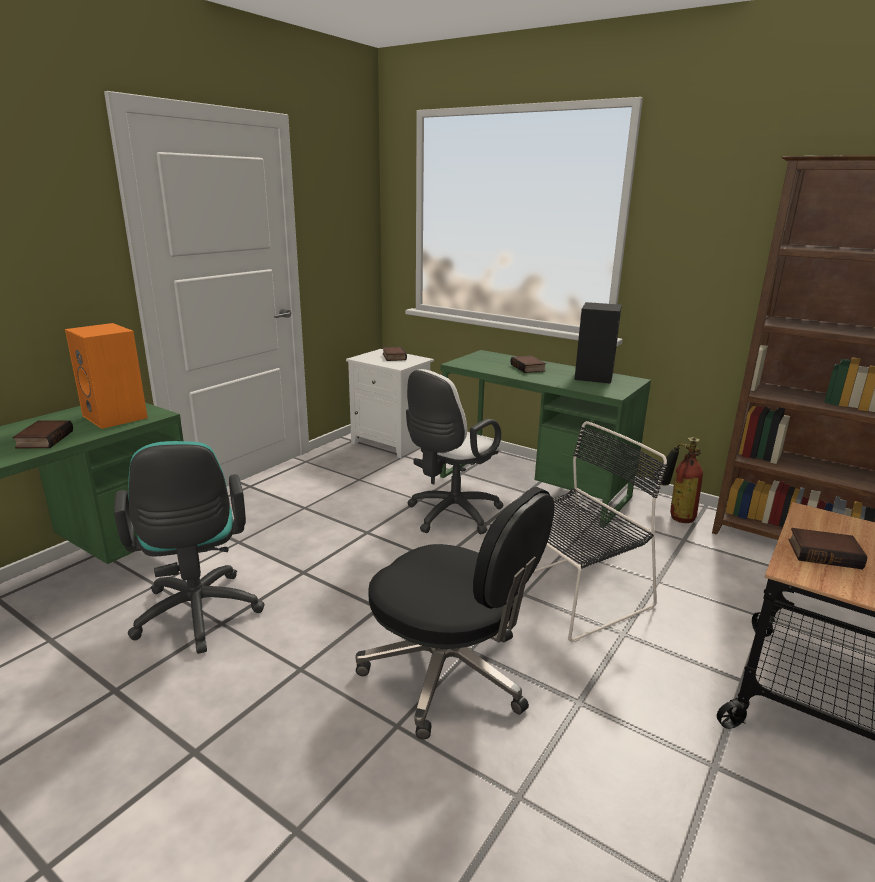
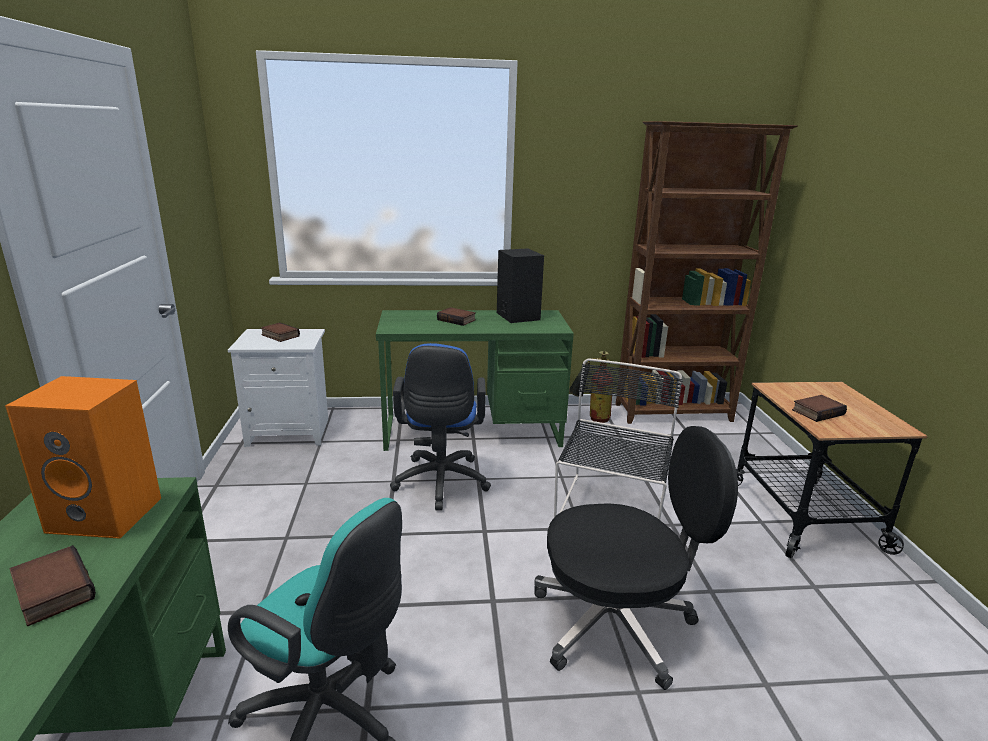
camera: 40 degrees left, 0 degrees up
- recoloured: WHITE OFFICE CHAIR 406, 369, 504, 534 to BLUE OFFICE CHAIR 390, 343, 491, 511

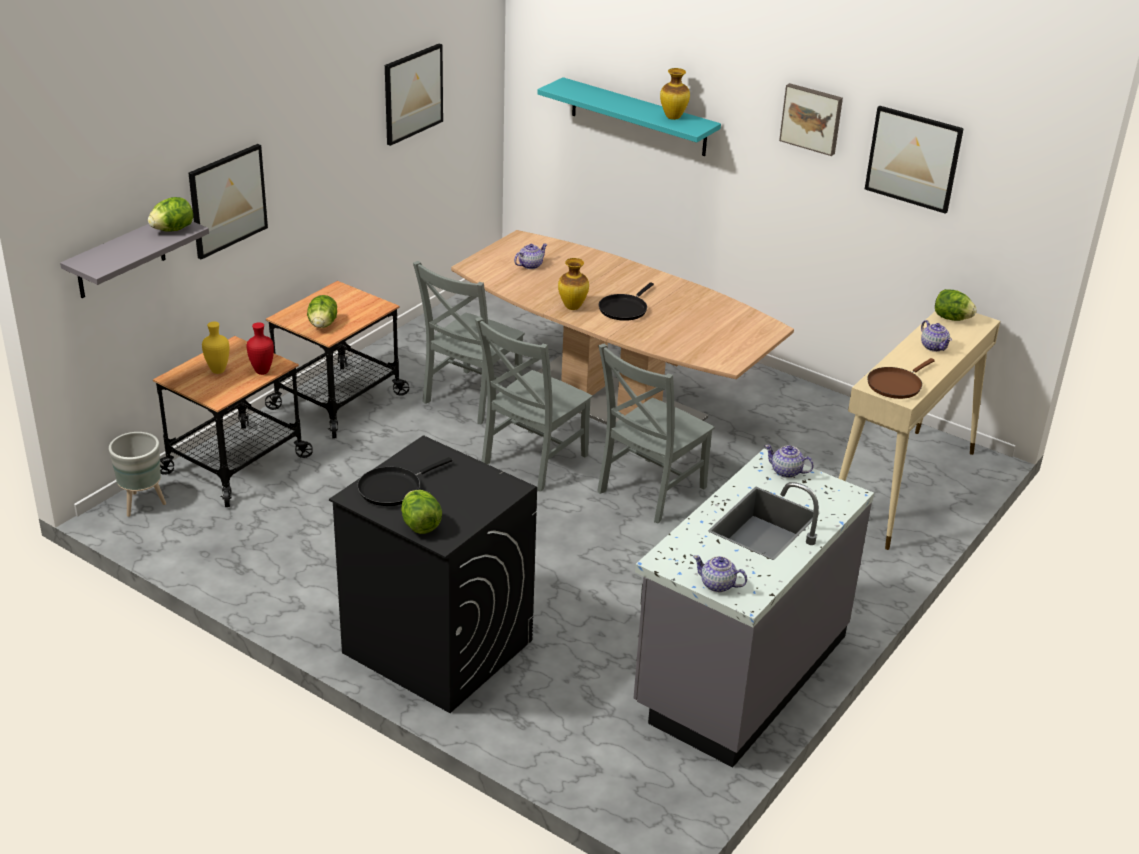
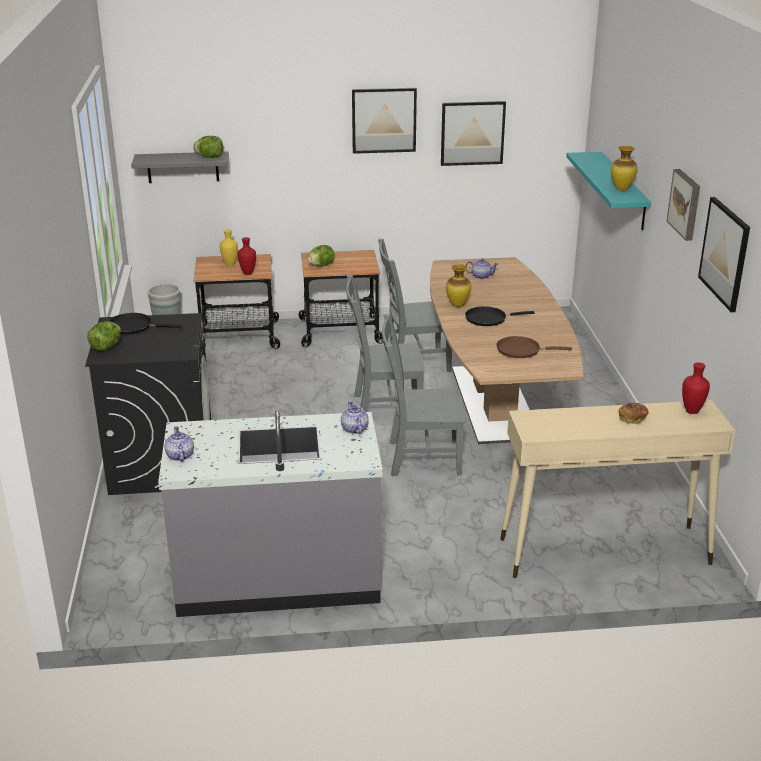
camera: 50 degrees right, 5 degrees down
- moved: PICTURE 188, 144, 268, 259 to 352, 88, 417, 154
- moved: BROWN FRYING PAN 867, 358, 935, 399 to 496, 336, 572, 358
- replaced: TEAPOT 921, 320, 952, 352 to BREAD 618, 403, 648, 424
- replaced: LETTUCE 935, 289, 977, 321 to RED VASE 682, 362, 710, 414

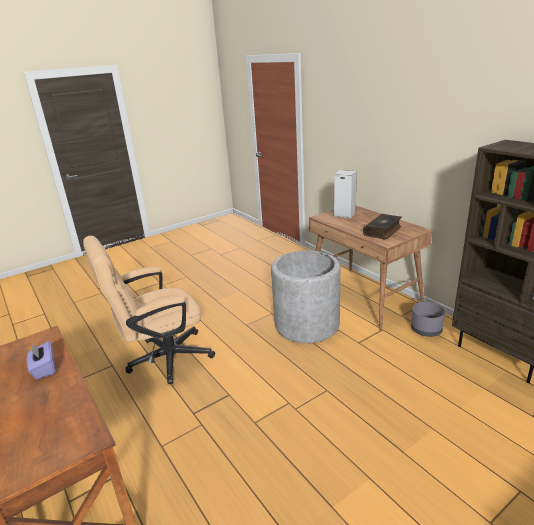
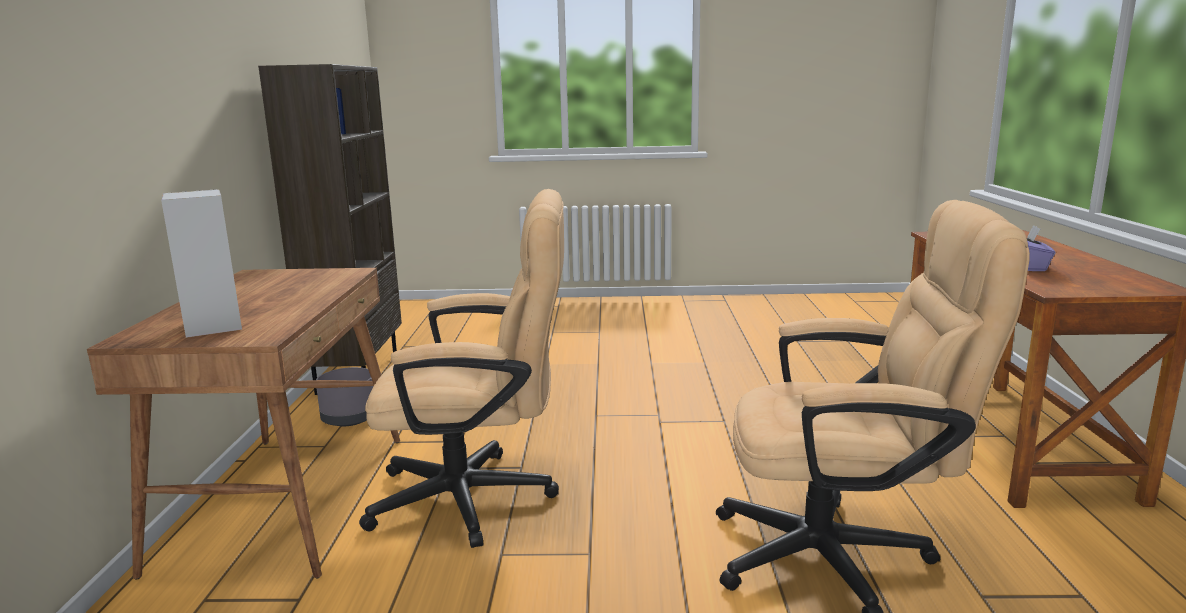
camera: 145 degrees left, 10 degrees down
- removed: BOOK 363, 214, 402, 240
- replaced: GREY PLANTER 271, 250, 341, 343 to BEIGE OFFICE CHAIR 359, 189, 564, 548

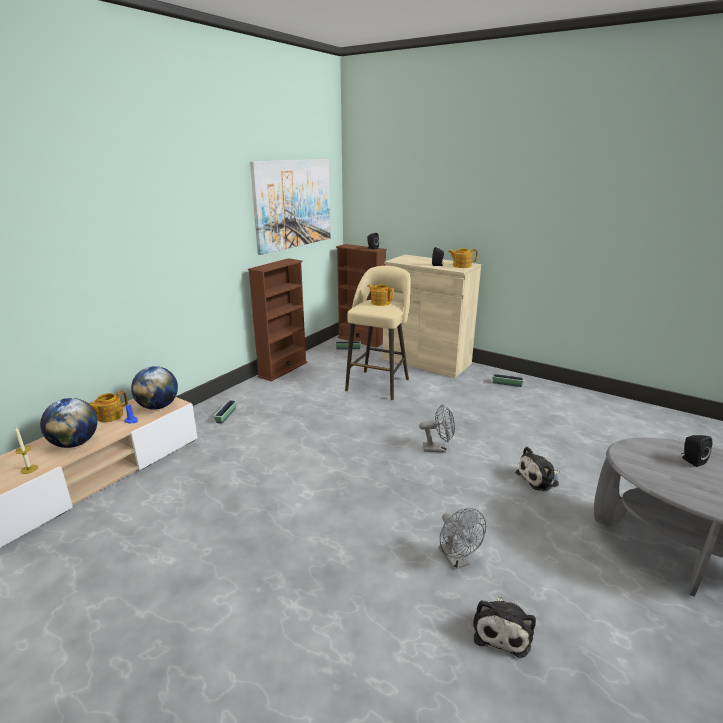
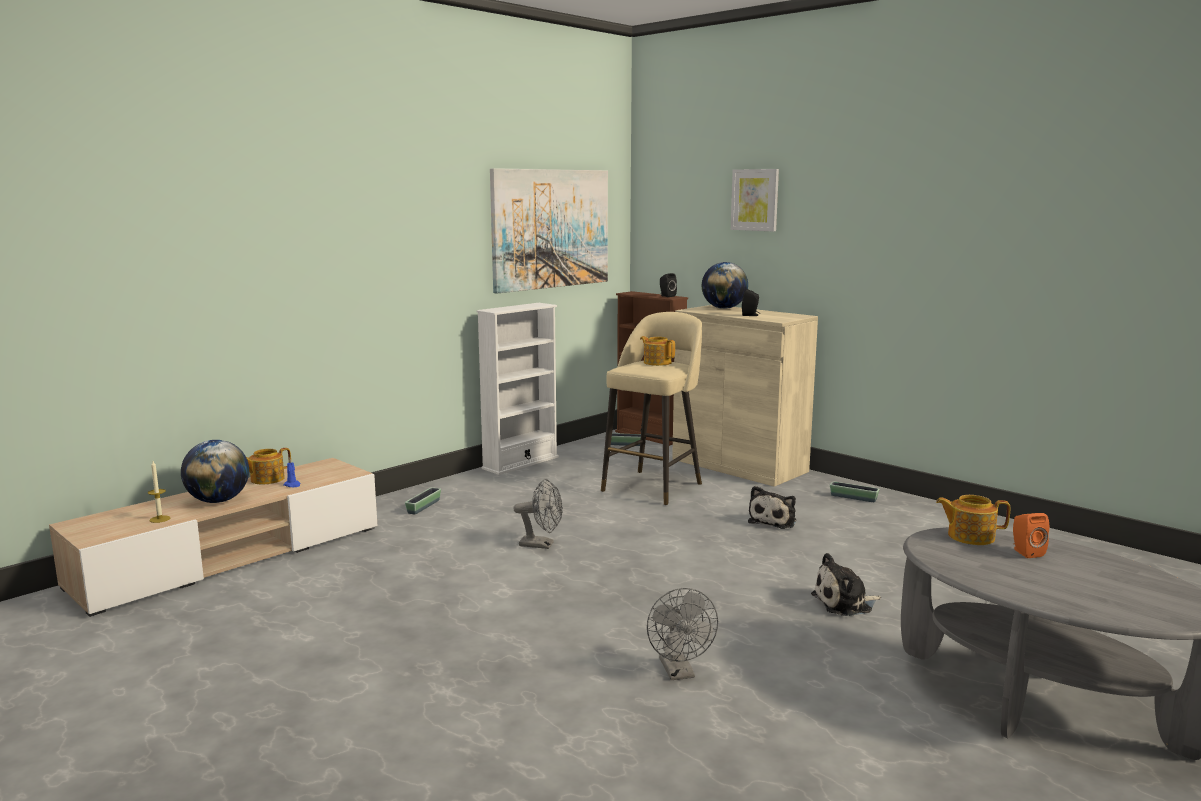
camera: 10 degrees right, 10 degrees down
- added: PICTURE 731, 169, 779, 232
- moved: GLOBE 131, 366, 178, 410 to 702, 262, 748, 309
- moved: GREY FAN 419, 404, 455, 452 to 513, 479, 563, 549
- moved: TEAPOT 448, 248, 477, 268 to 936, 495, 1010, 545
- moved: PLUSH TOY 473, 596, 536, 658 to 748, 486, 796, 529
- recoloured: BROWN BOOKCASE 248, 258, 307, 381 to WHITE BOOKCASE 476, 303, 559, 475
- recoloured: BLACK SPEAKER 681, 435, 712, 467 to ORANGE SPEAKER 1013, 513, 1049, 558

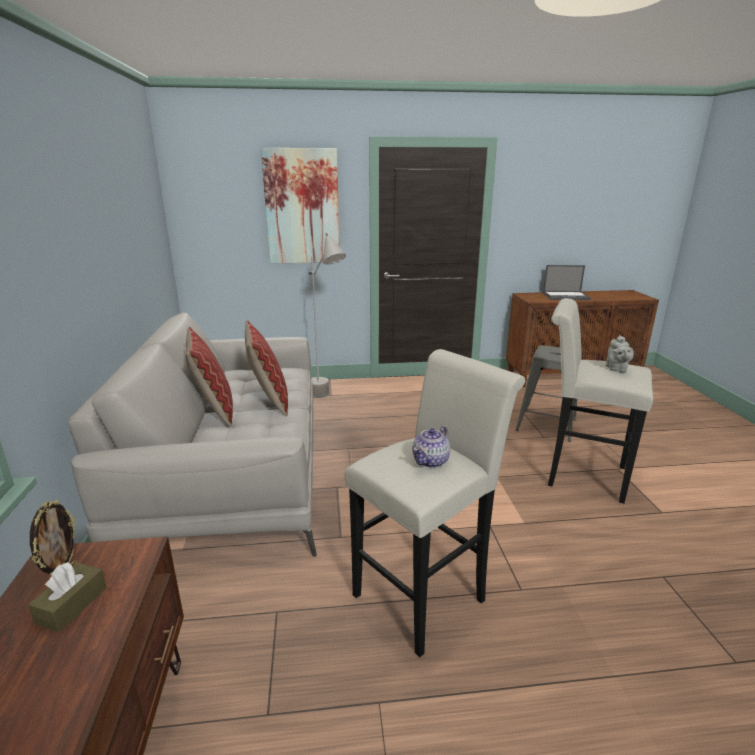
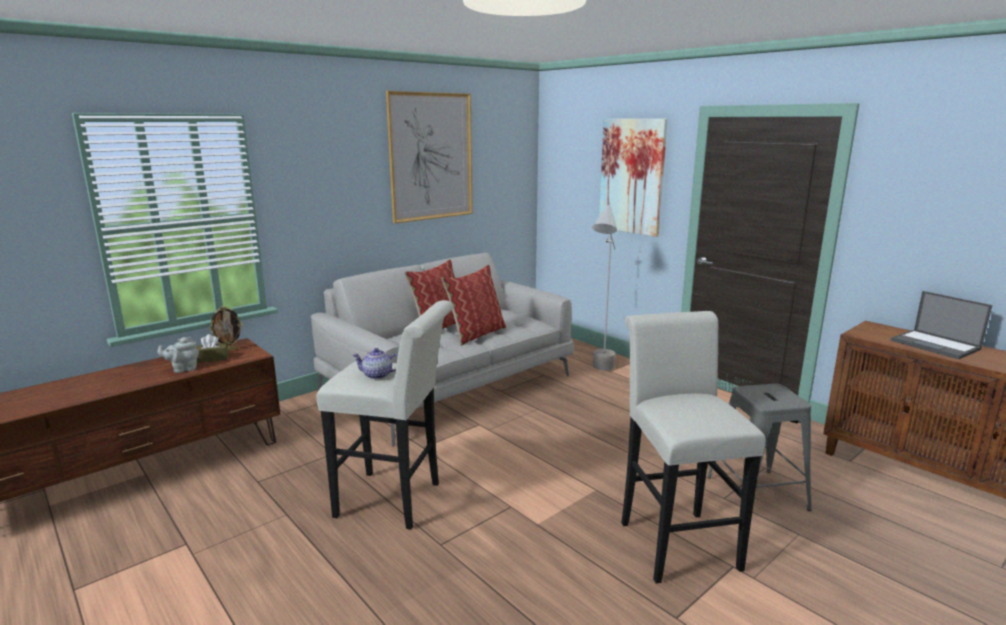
camera: 55 degrees right, 5 degrees down
- added: PICTURE 386, 91, 473, 223
- moved: GREY TEAPOT 606, 335, 634, 373 to 157, 337, 199, 373

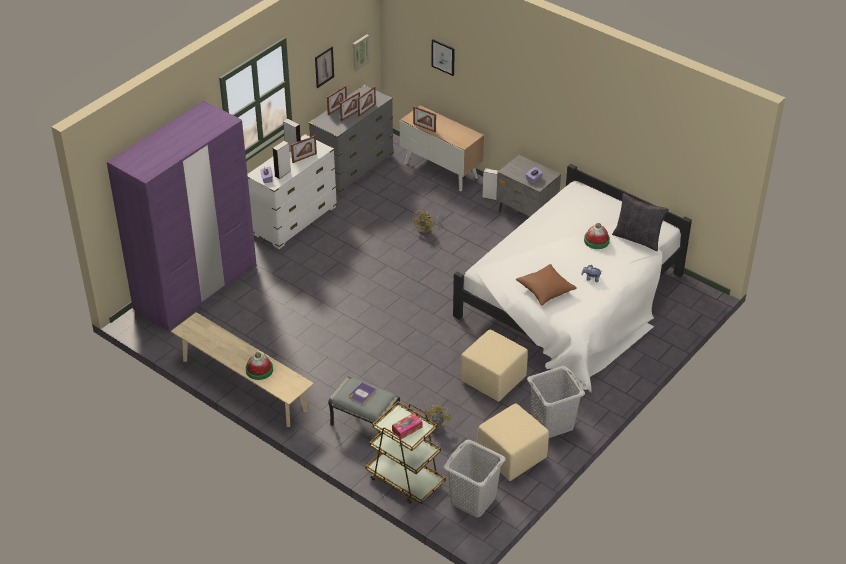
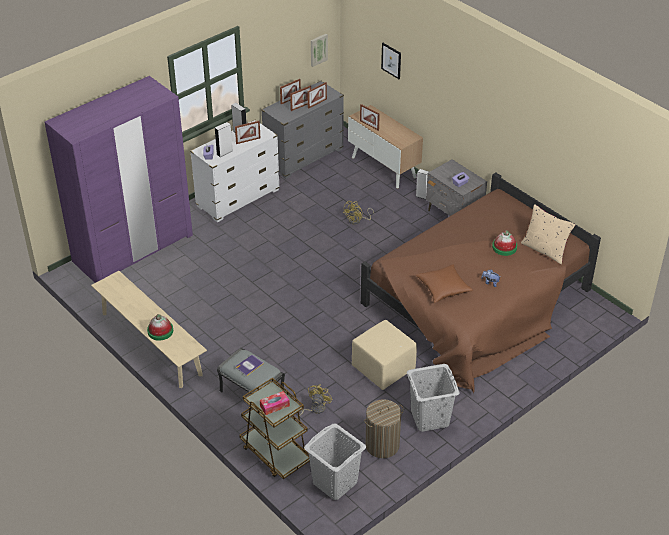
camera: 10 degrees right, 0 degrees up
- removed: PICTURE 315, 46, 334, 88
- replaced: BEIGE OTTOMAN 477, 403, 549, 481 to LAUNDRY BASKET 364, 399, 404, 458
- recoloured: WHITE BED 453, 164, 692, 393 to BROWN BED 361, 172, 601, 393
- recoloured: BLACK PILLOW 612, 193, 669, 251 to BEIGE PILLOW 521, 204, 575, 264

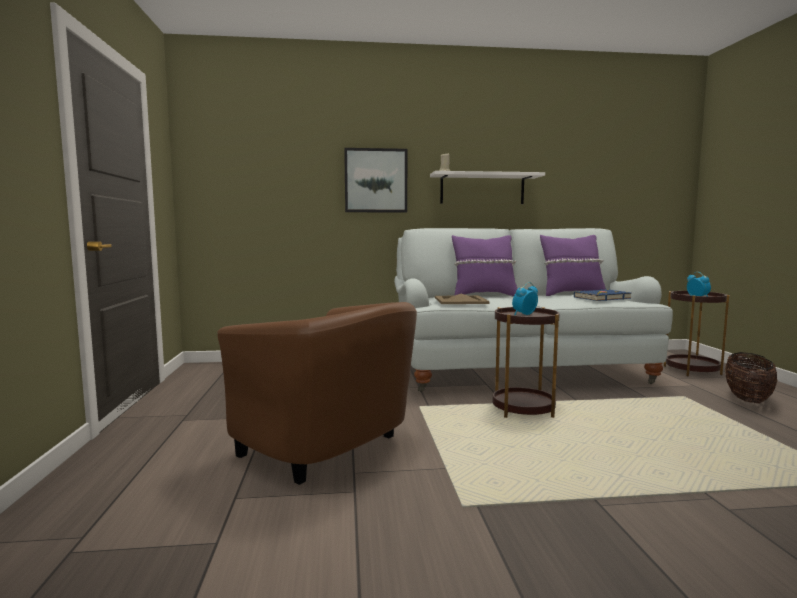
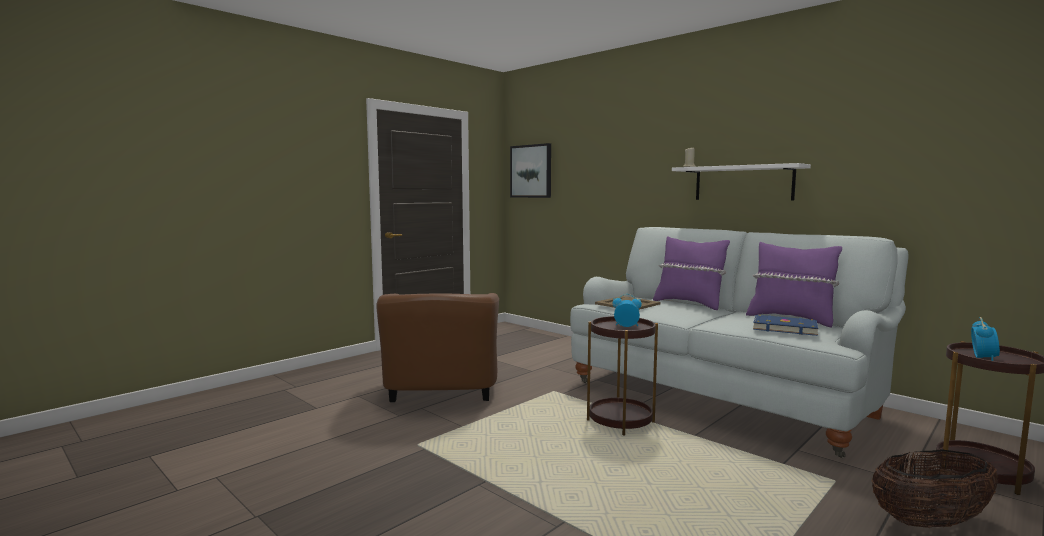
camera: 50 degrees right, 0 degrees up
- moved: PICTURE 344, 148, 407, 213 to 510, 143, 551, 198

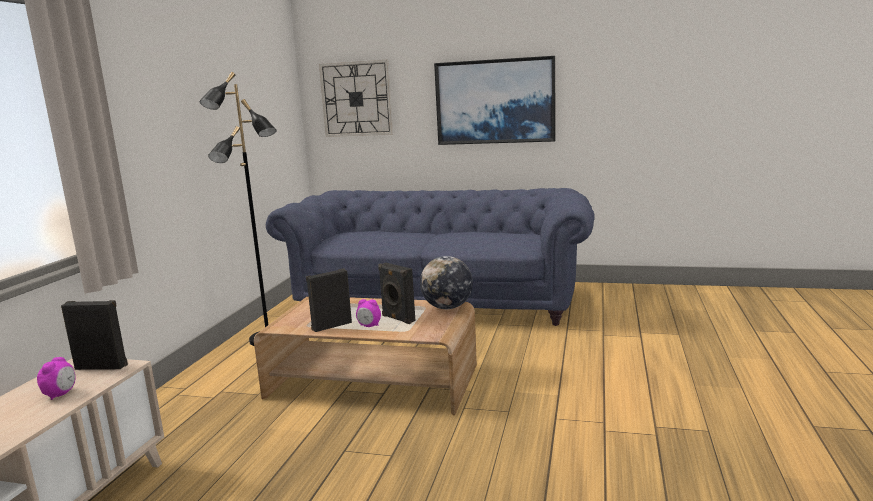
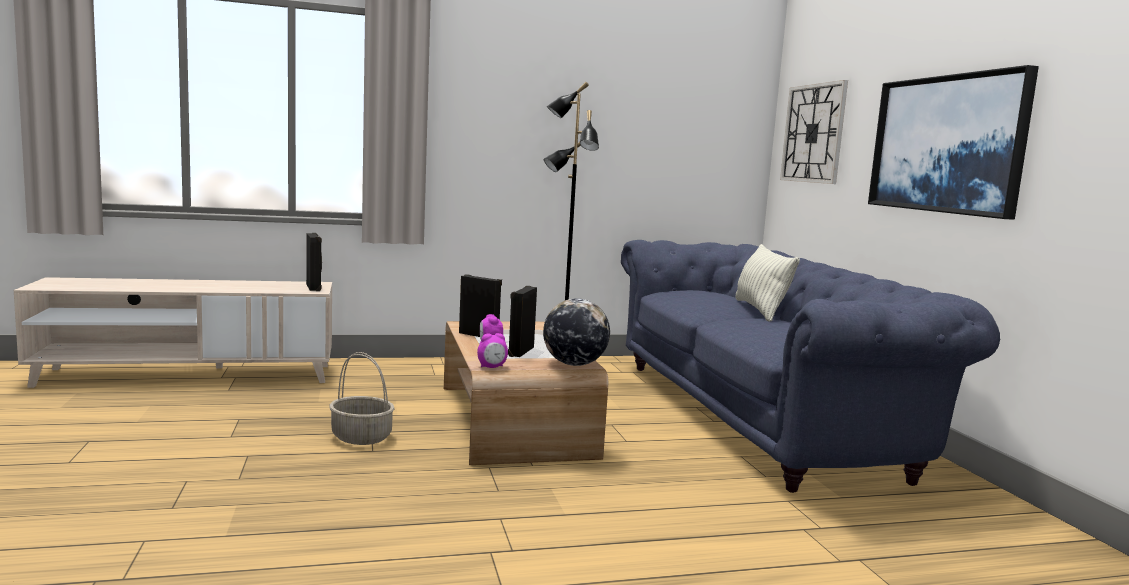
camera: 60 degrees right, 5 degrees down
- added: BASKET 329, 352, 395, 445
- added: PILLOW 735, 244, 800, 322
- moved: ALARM CLOCK 37, 357, 75, 400 to 477, 333, 508, 368

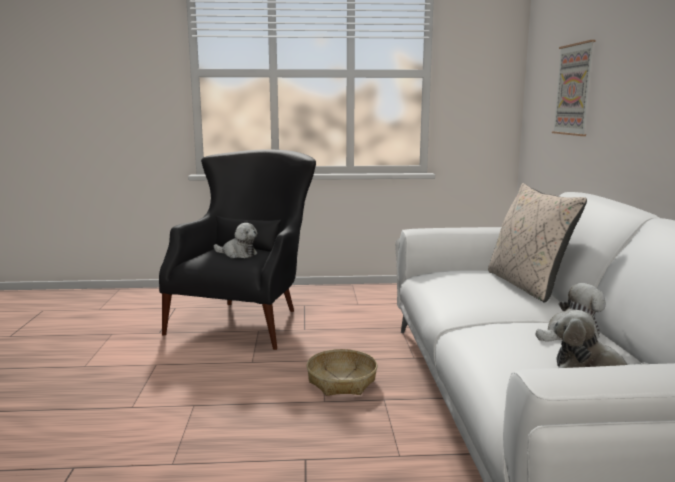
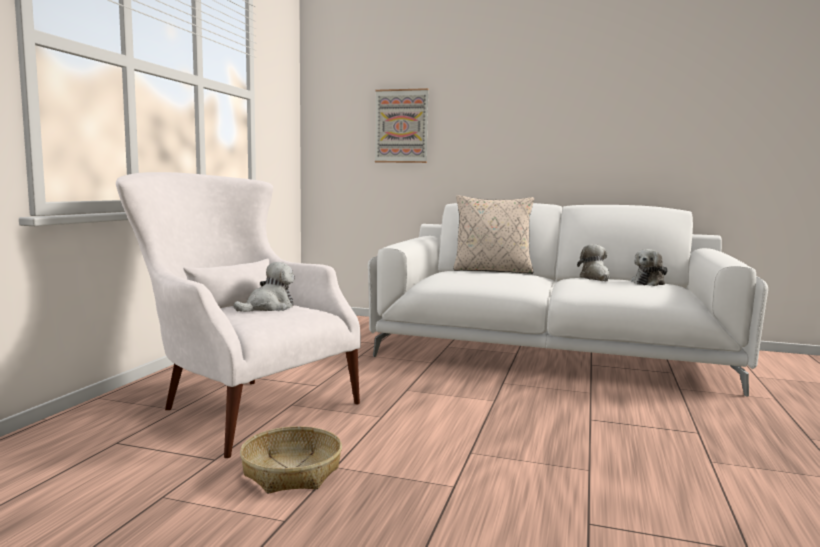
camera: 70 degrees left, 5 degrees down
- moved: BASKET 307, 349, 377, 396 to 240, 426, 342, 493
- recoloured: BLACK ARMCHAIR 159, 149, 316, 350 to WHITE ARMCHAIR 116, 172, 361, 458

